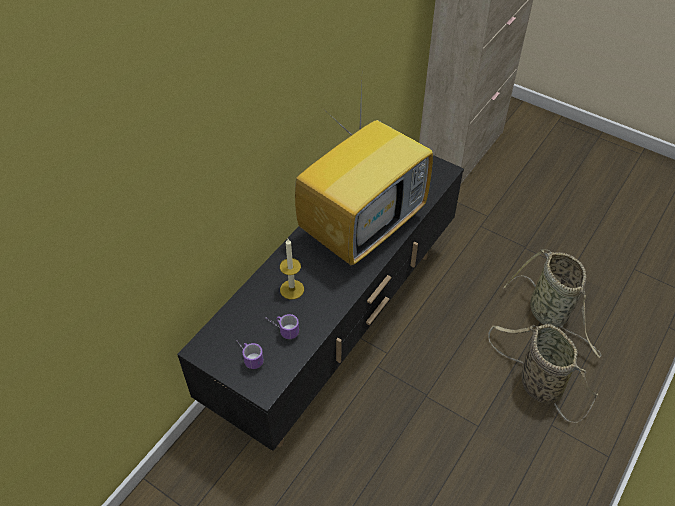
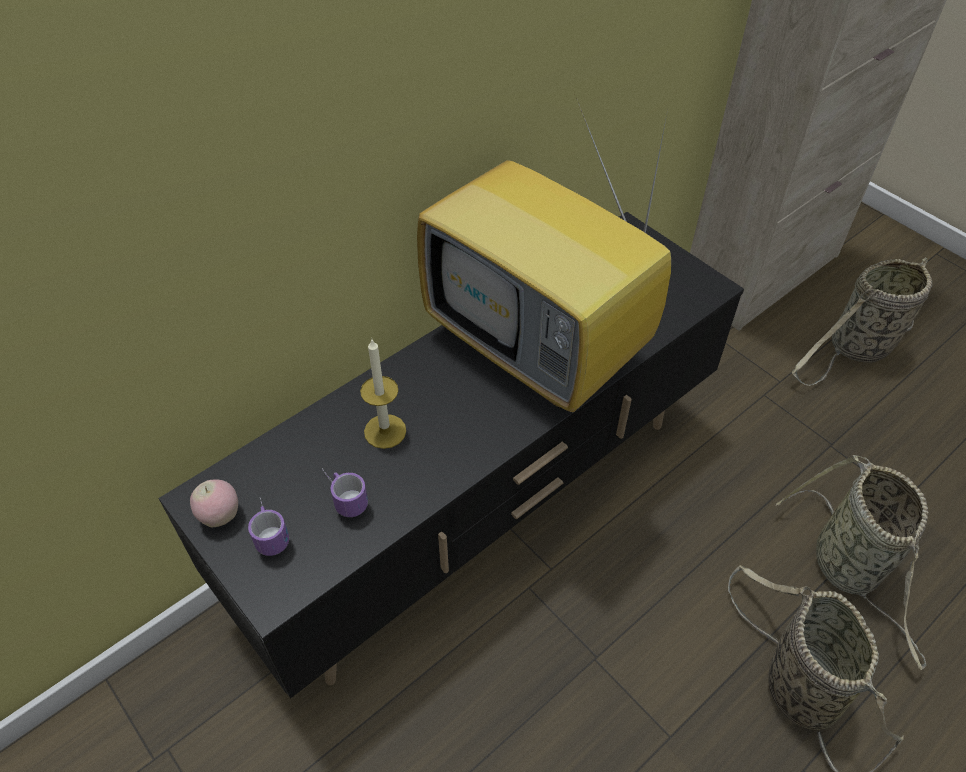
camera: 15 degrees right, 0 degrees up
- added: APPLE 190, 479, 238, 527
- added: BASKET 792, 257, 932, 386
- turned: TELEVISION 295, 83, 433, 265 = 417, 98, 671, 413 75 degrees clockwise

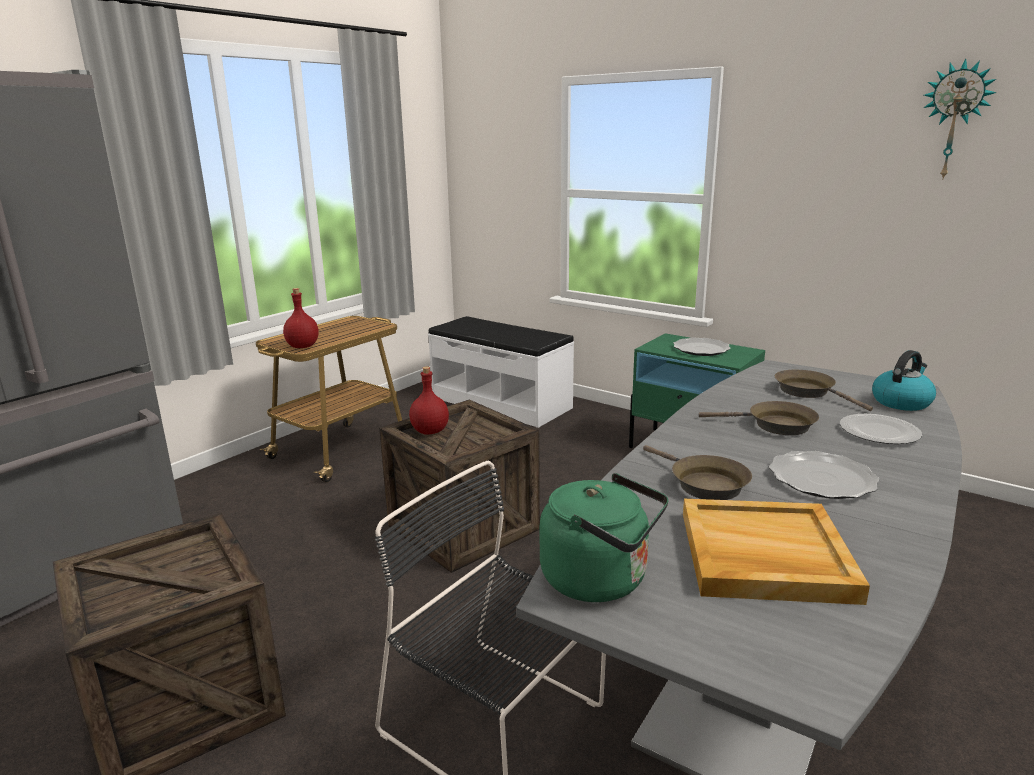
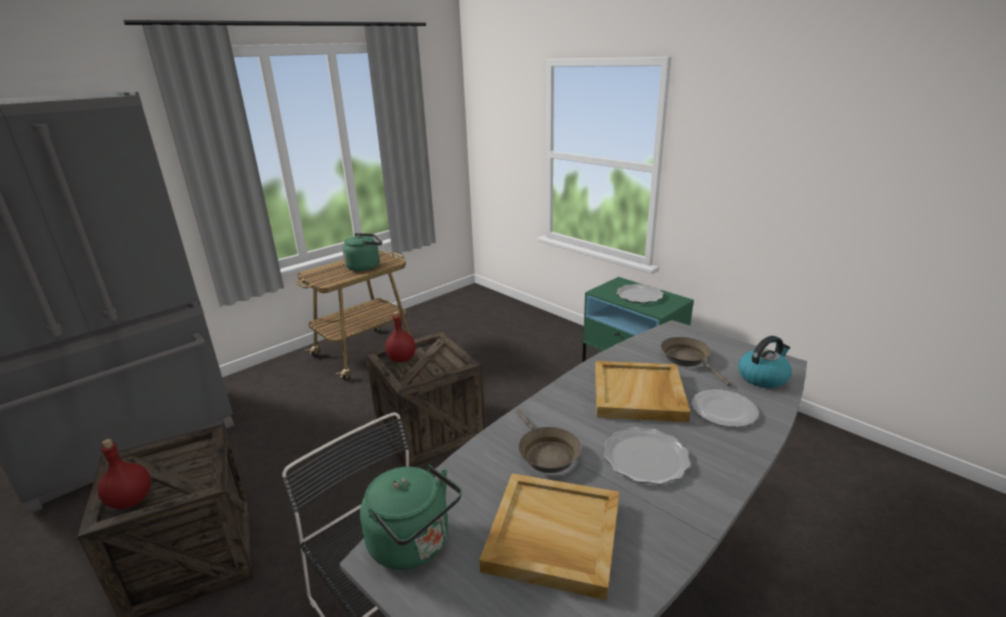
camera: 10 degrees right, 5 degrees up
- removed: WHITE BENCH 428, 316, 574, 428
- removed: WALL CLOCK 924, 59, 997, 179
- added: GREEN KETTLE 342, 233, 382, 271
- moved: RED BOTTLE 283, 288, 319, 348 to 98, 439, 151, 509
- replaced: BROWN FRYING PAN 699, 401, 819, 435 to BEIGE TRAY 595, 361, 690, 422

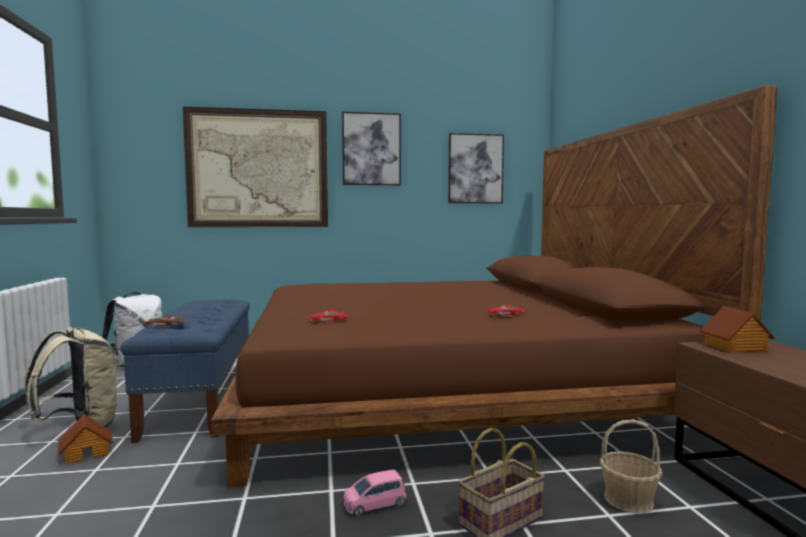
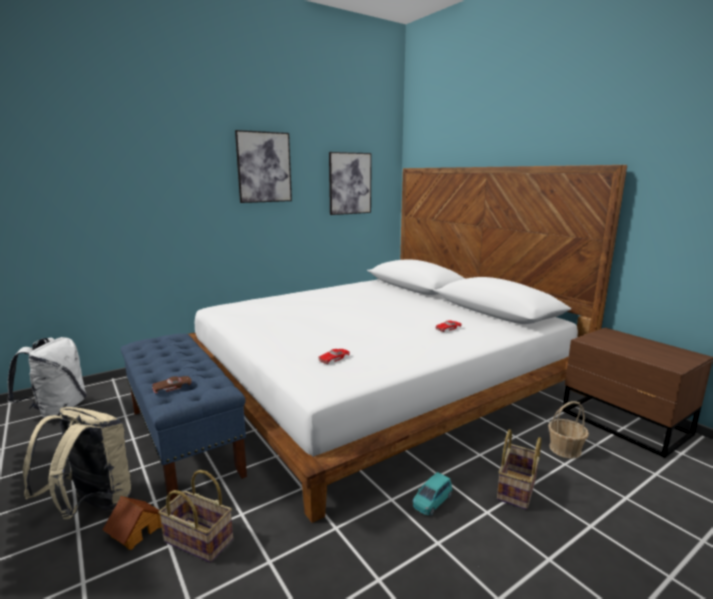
camera: 25 degrees left, 10 degrees up
- removed: PICTURE 183, 107, 328, 227
- removed: TOY HOUSE 700, 306, 775, 353
- added: BASKET 158, 470, 233, 563
- recoloured: BROWN BED 211, 85, 778, 487 to WHITE BED 188, 165, 627, 523
- recoloured: PINK TOY CAR 344, 469, 406, 517 to TURQUOISE TOY CAR 413, 472, 452, 516

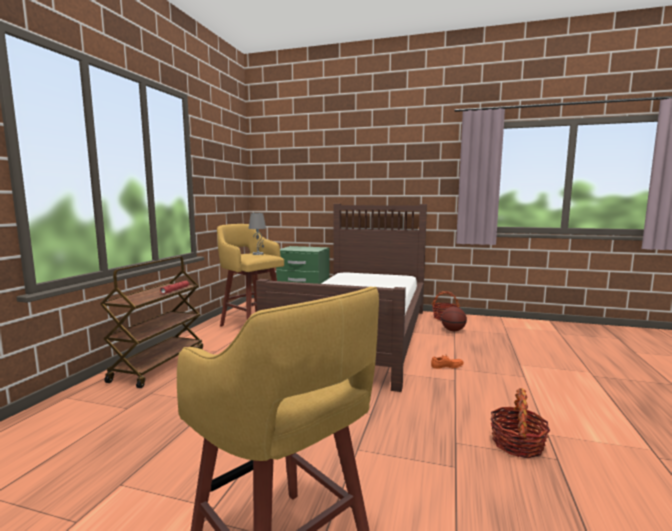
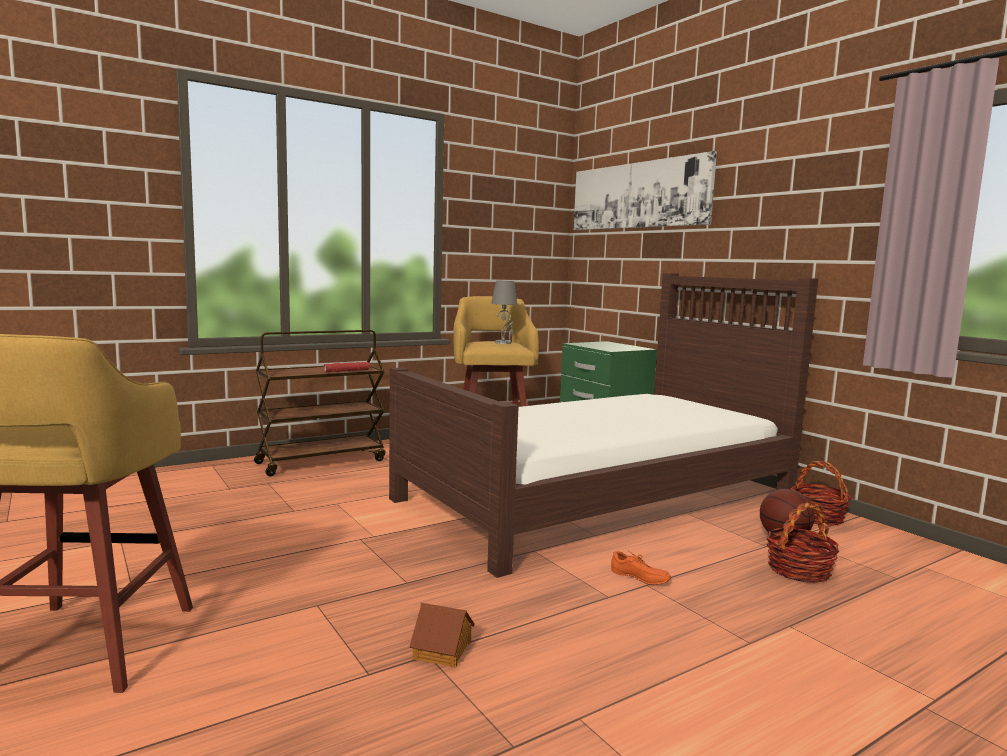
camera: 40 degrees right, 0 degrees up
- added: TOY HOUSE 409, 603, 475, 668
- added: PICTURE 574, 151, 717, 230
- moved: BASKET 490, 388, 550, 458 to 766, 503, 839, 583

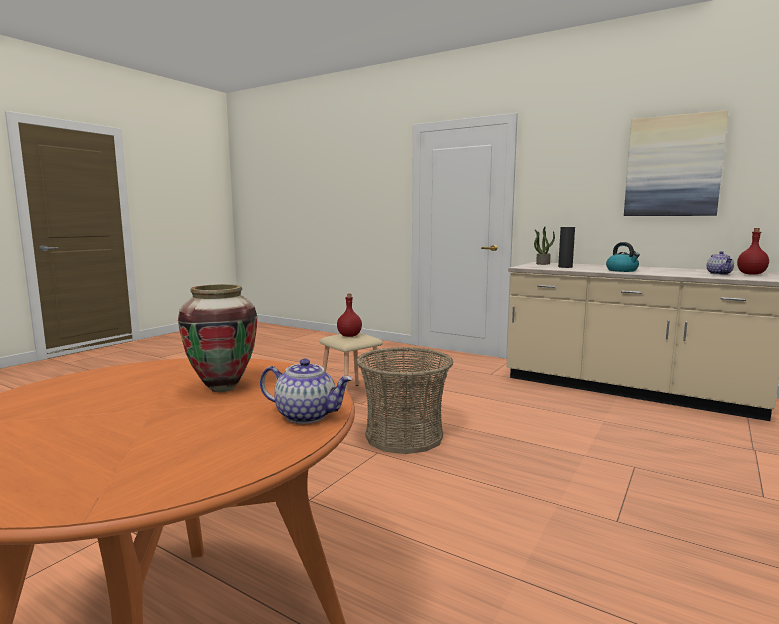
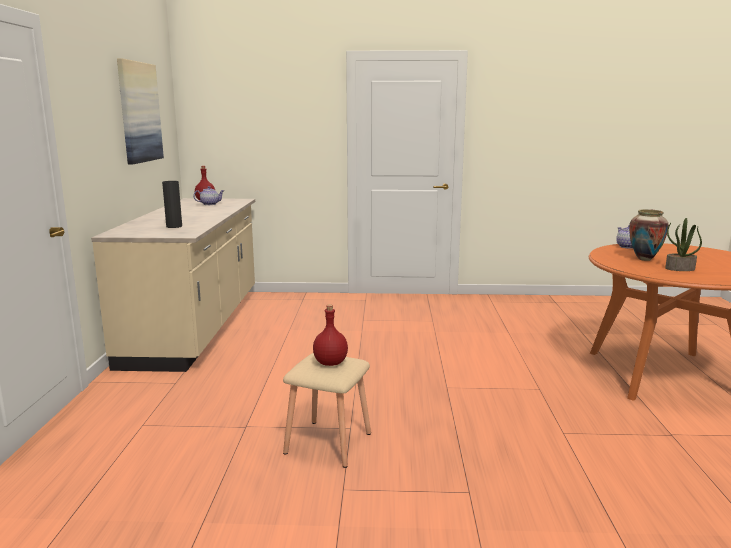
camera: 120 degrees left, 5 degrees up
- removed: BASKET 356, 347, 453, 454
- removed: KETTLE 606, 242, 640, 272
- moved: POTTED PLANT 534, 227, 555, 265 to 665, 218, 702, 271

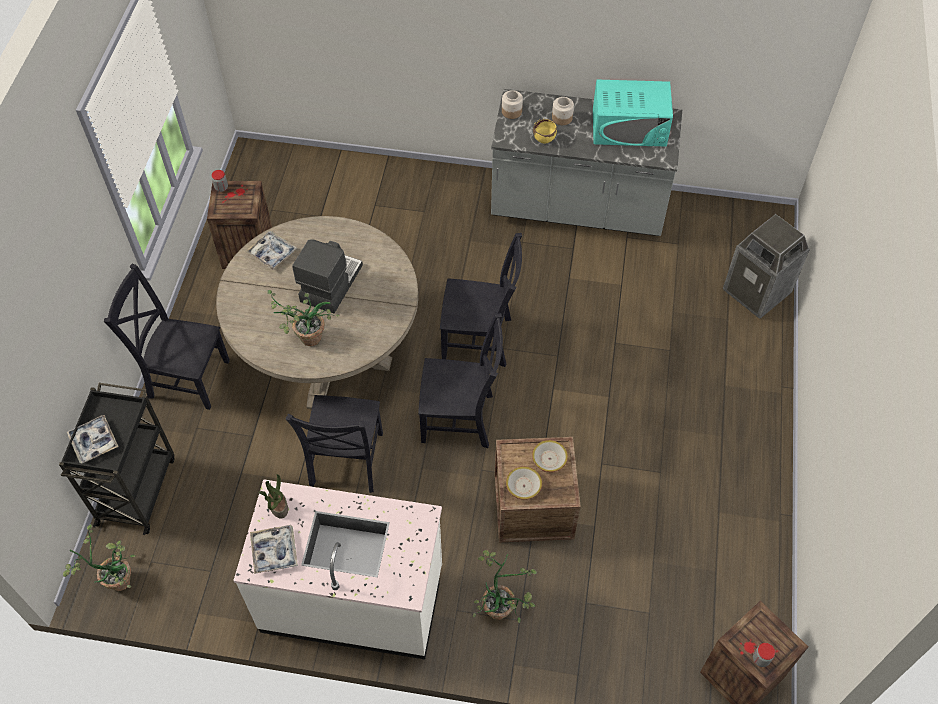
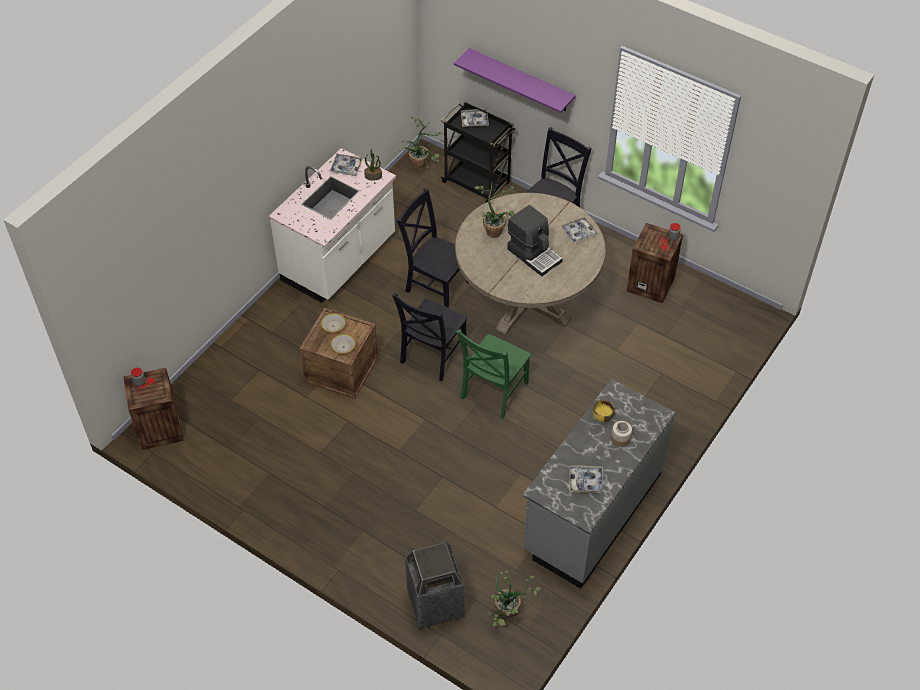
camera: 115 degrees right, 5 degrees down
- removed: JAR 502, 90, 523, 119
- added: PURPLE SHELF 454, 48, 576, 113
- moved: POTTED PLANT 473, 550, 537, 623 to 488, 570, 541, 626
- replaced: TURQUOISE MICROWAVE 593, 79, 673, 147 to TRAY 569, 465, 603, 494
- recoloured: BLACK CHAIR 440, 233, 522, 367 to GREEN CHAIR 456, 329, 531, 419

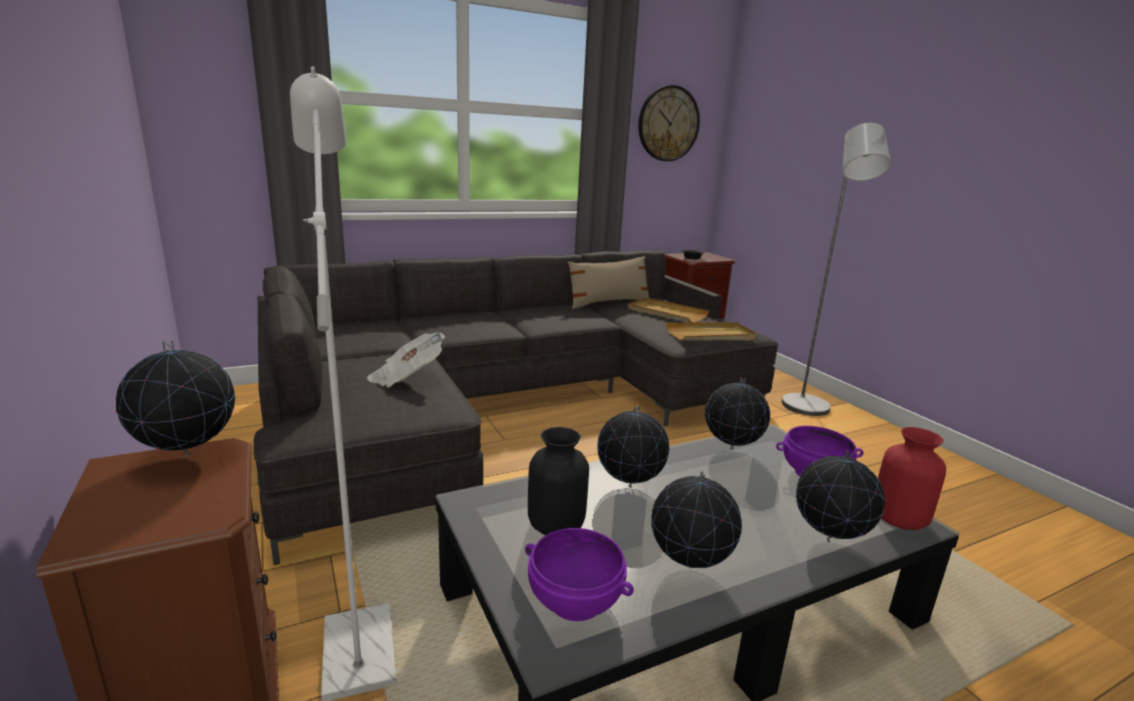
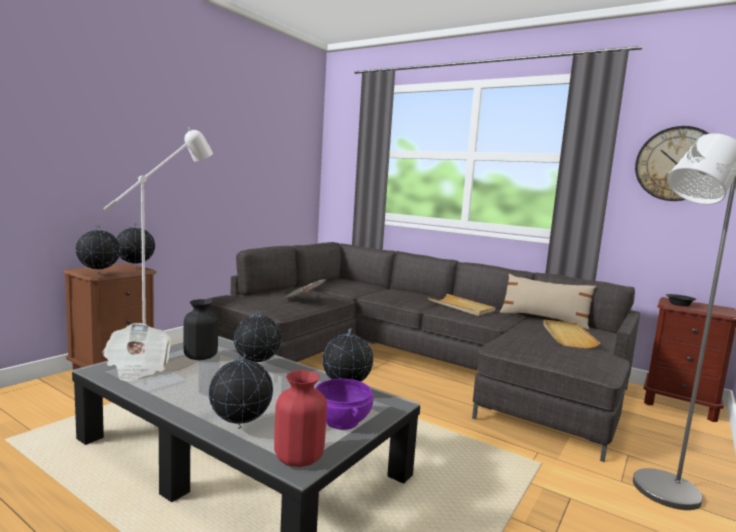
camera: 60 degrees right, 10 degrees down
- moved: GLOBE 651, 471, 742, 568 to 75, 225, 121, 275
- moved: BEIGE TRAY 666, 322, 757, 340 to 428, 294, 496, 316
- replaced: PURPLE BOWL 525, 528, 634, 621 to NEWSPAPER 102, 323, 172, 382

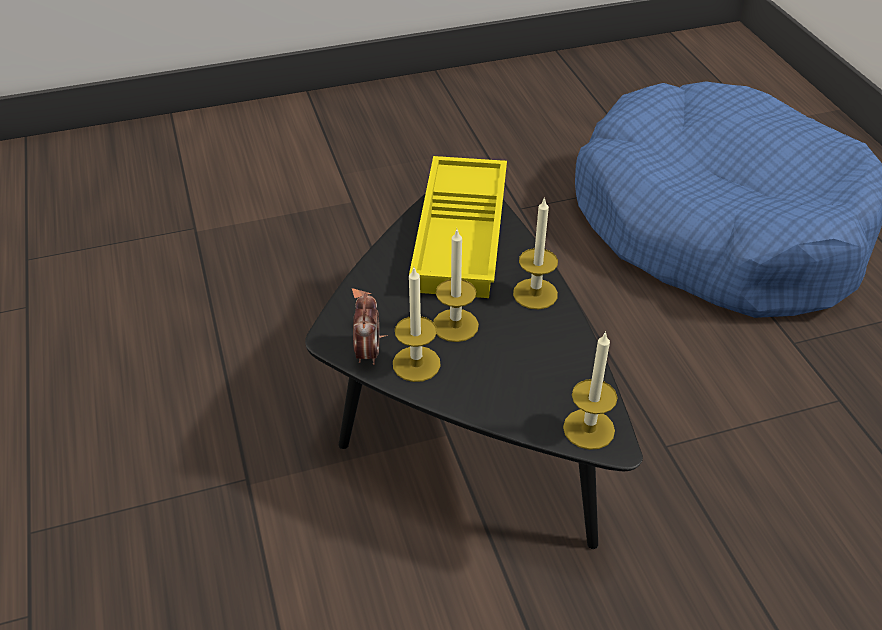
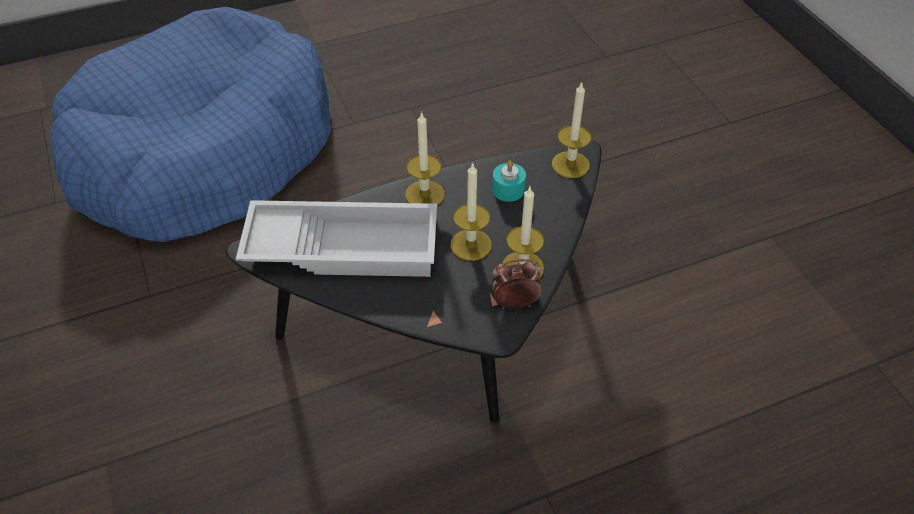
camera: 95 degrees left, 5 degrees up
- added: TURQUOISE CANDLE 492, 161, 526, 202
- recoloured: YELLOW TRAY 409, 156, 507, 298 to WHITE TRAY 236, 200, 437, 277

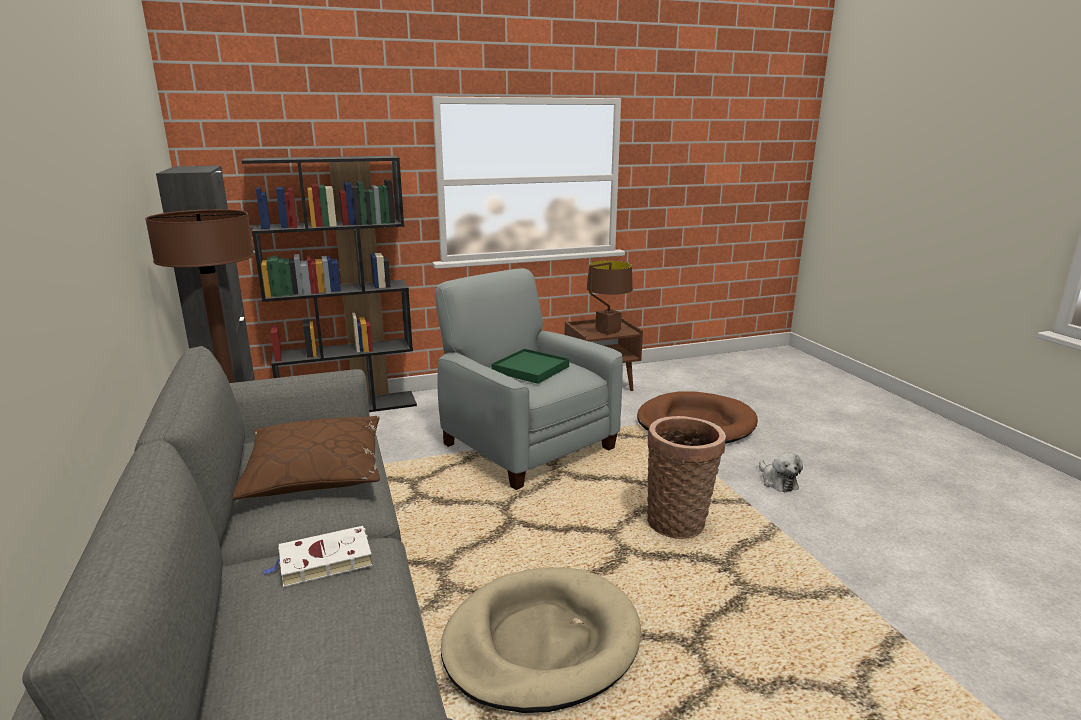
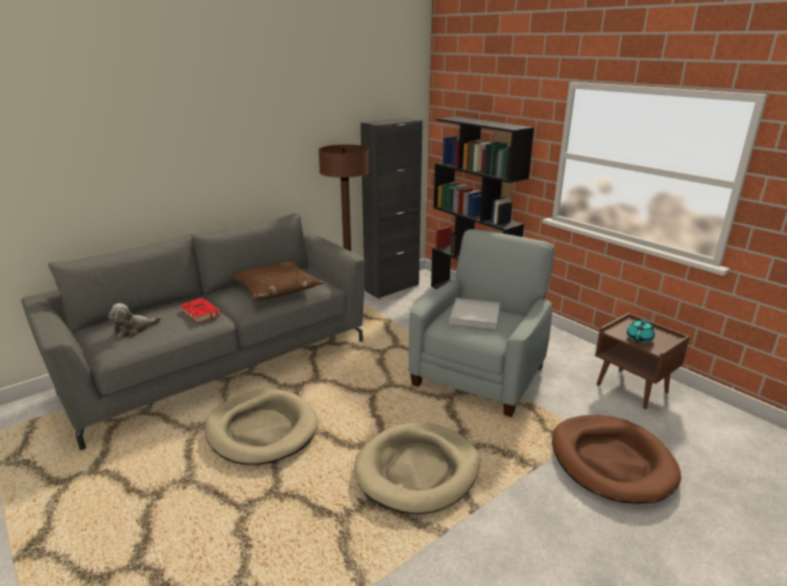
camera: 70 degrees right, 5 degrees up
- moved: PLUSH TOY 759, 453, 803, 492 to 108, 303, 161, 338
- replaced: BROWN TABLE LAMP 587, 261, 633, 335 to TURQUOISE TEAPOT 627, 316, 655, 343
- replaced: BASKET 647, 416, 726, 539 to BEIGE DOG BED 354, 422, 480, 514
- recoloured: WHITE BOOK 263, 526, 373, 587 to RED BOOK 180, 298, 221, 323
- recoloured: GREEN TRAY 491, 349, 569, 384 to WHITE TRAY 449, 298, 500, 329

